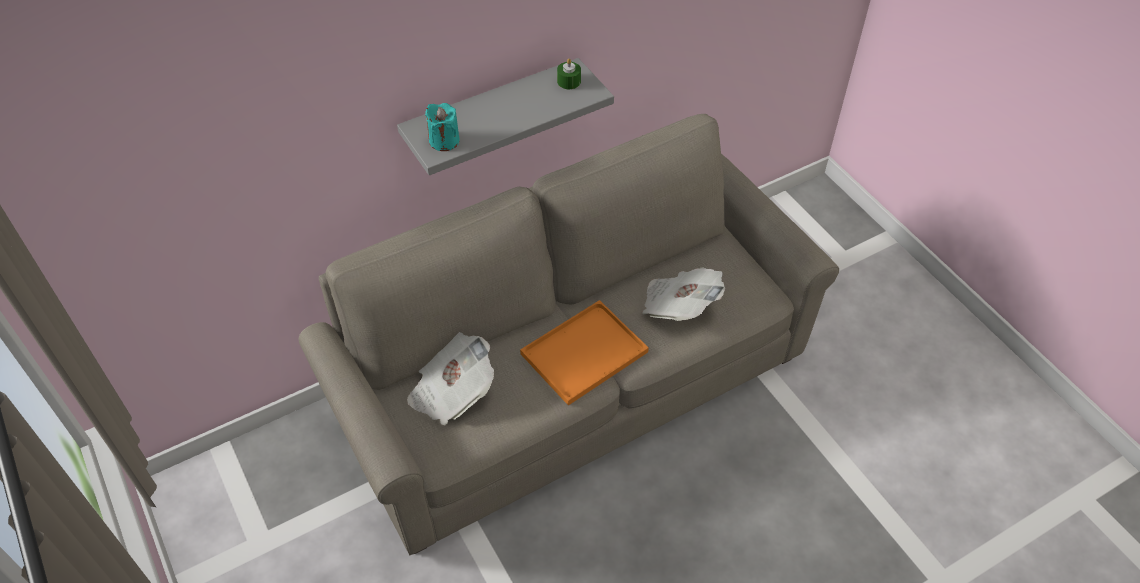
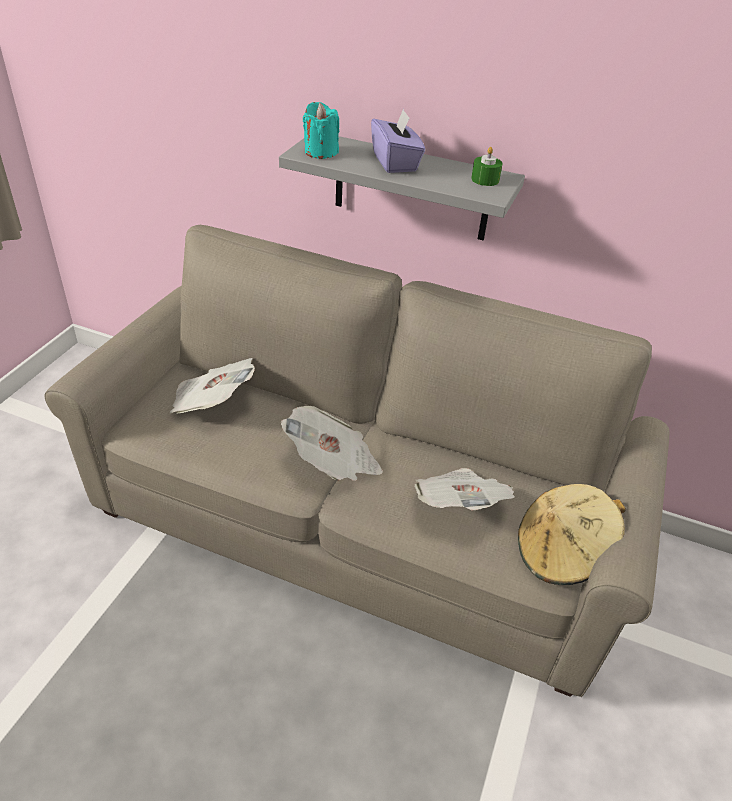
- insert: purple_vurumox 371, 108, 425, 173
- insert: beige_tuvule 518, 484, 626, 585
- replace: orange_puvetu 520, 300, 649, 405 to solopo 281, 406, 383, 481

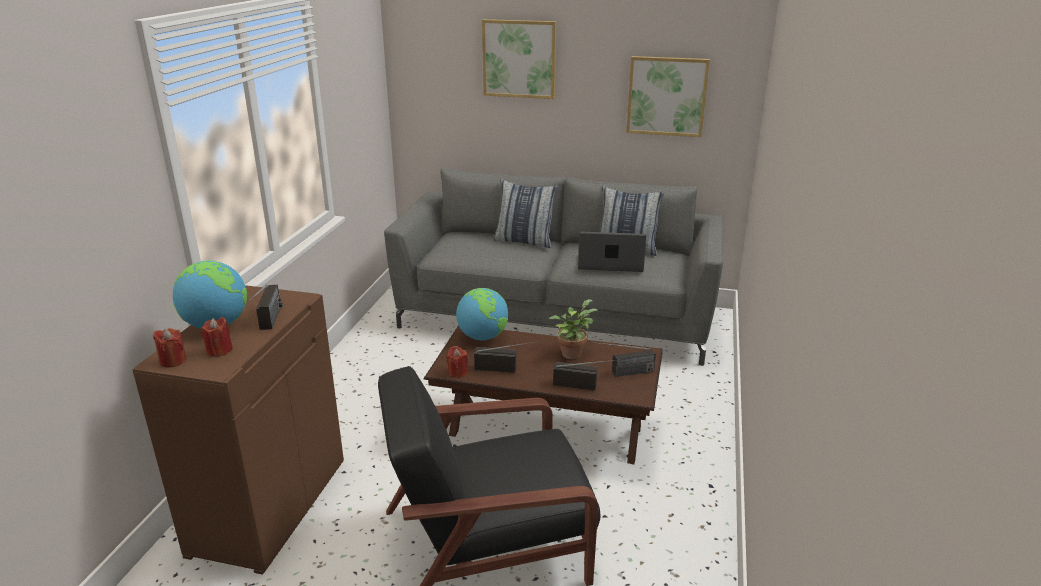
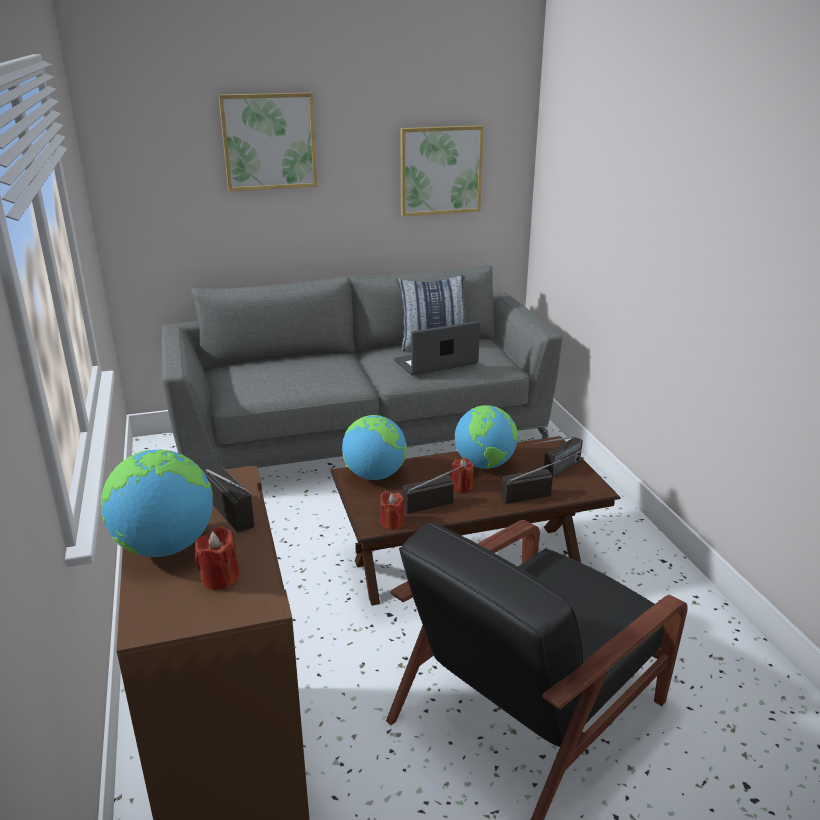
- delete: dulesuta 494, 179, 558, 248
- move: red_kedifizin 153, 328, 187, 367 to 451, 458, 474, 493
- replace: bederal 549, 299, 598, 359 to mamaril 455, 405, 518, 469

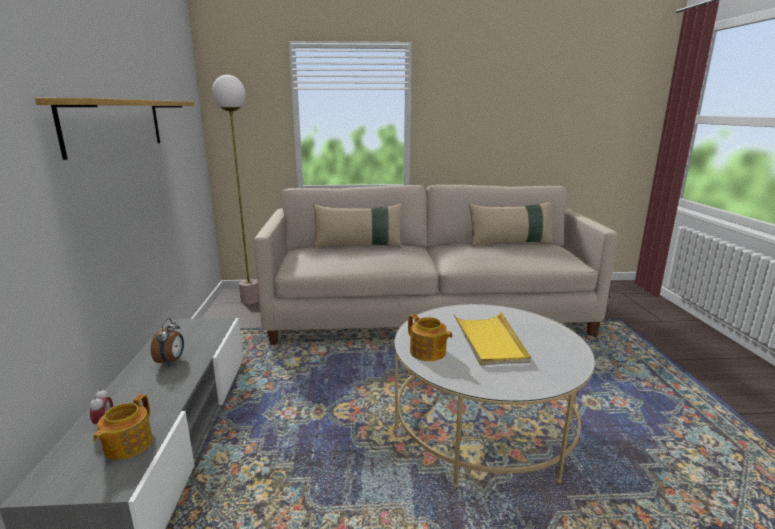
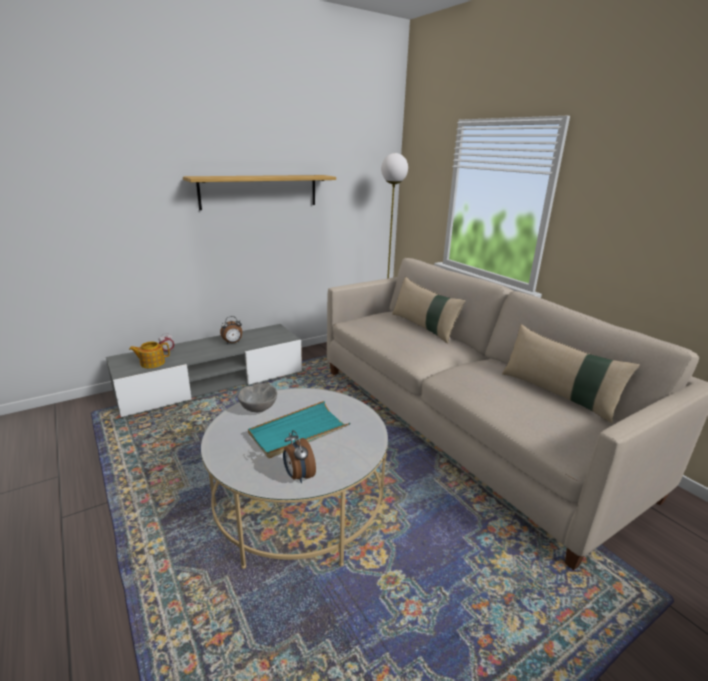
- insert: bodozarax 283, 430, 316, 483
- replace: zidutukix 408, 314, 453, 361 to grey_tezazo 238, 383, 277, 412
- recolor: yellow_puvetu 454, 312, 531, 366 to turquoise_puvetu 248, 401, 350, 458

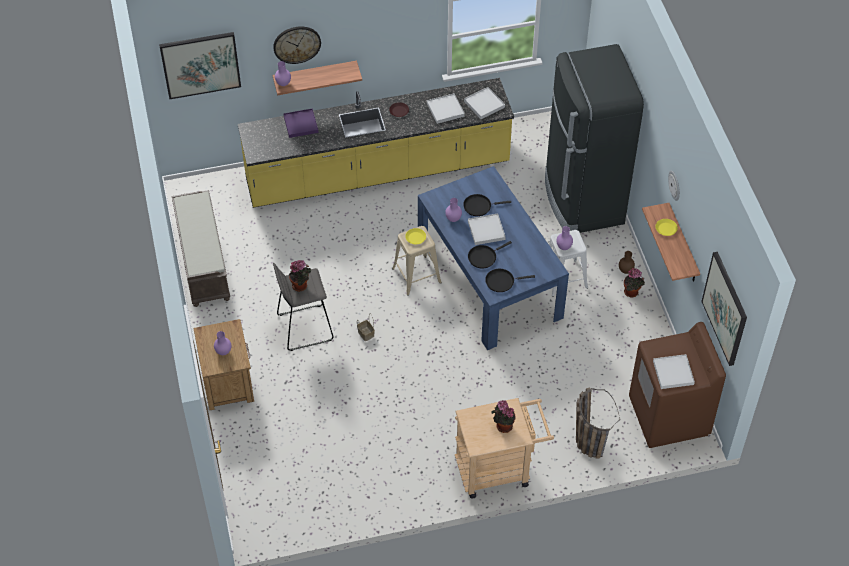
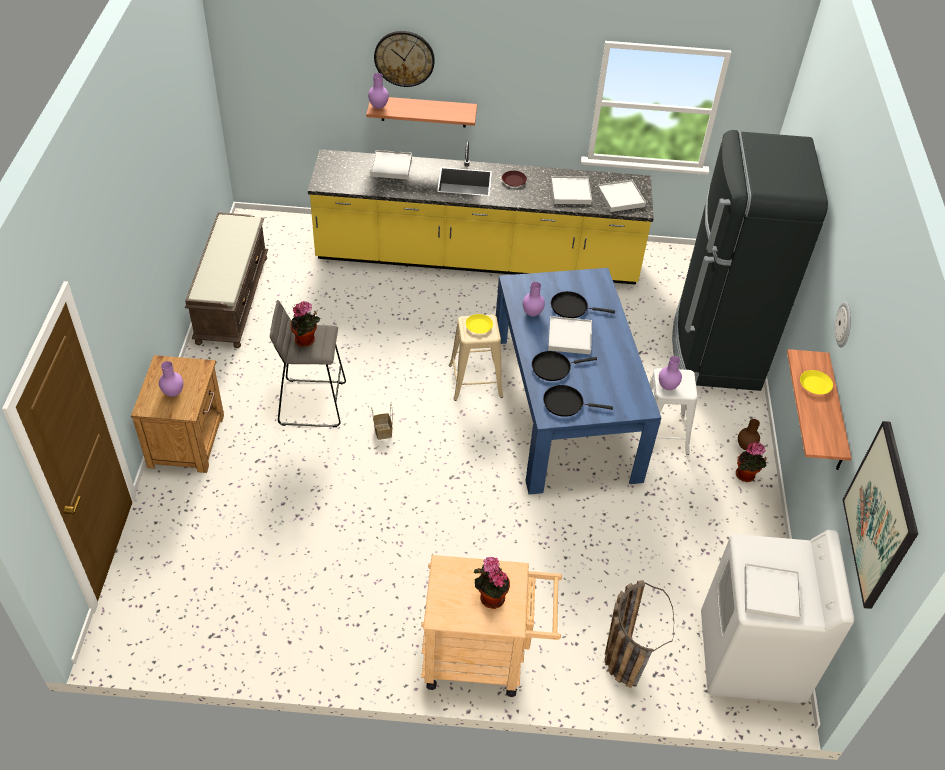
- delete: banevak 159, 32, 241, 99
- recolor: purple_puvetu 284, 108, 319, 138 to white_puvetu 371, 150, 412, 180
- recolor: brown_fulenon 629, 322, 726, 448 to white_fulenon 701, 530, 855, 703

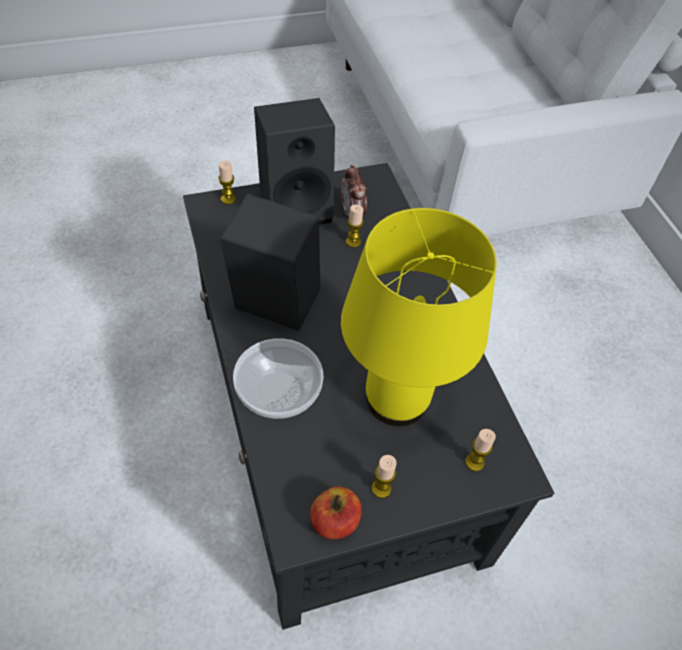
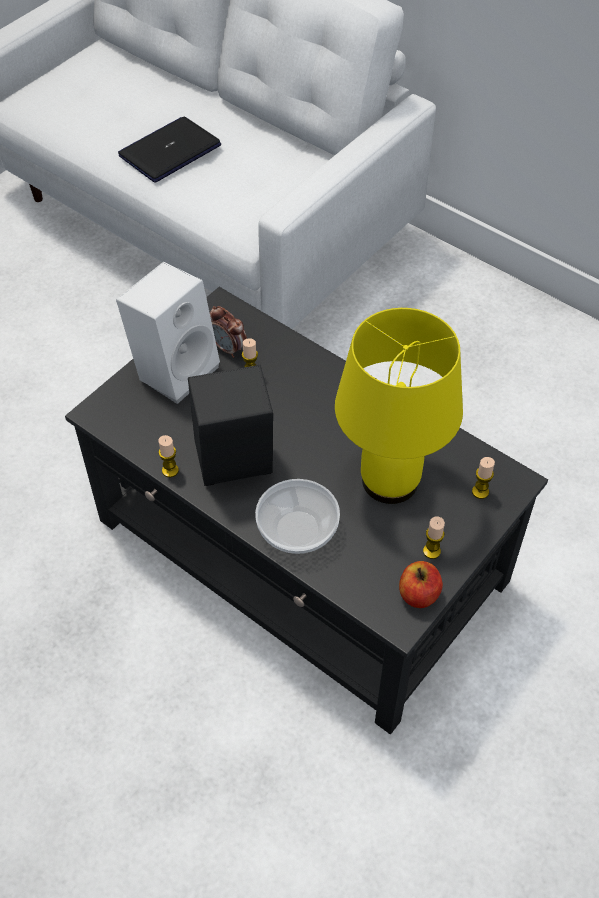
- insert: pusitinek 118, 117, 221, 183
- move: kedifizin 218, 161, 236, 204 to 158, 435, 179, 477
- recolor: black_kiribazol 254, 98, 335, 225 to white_kiribazol 116, 262, 220, 404

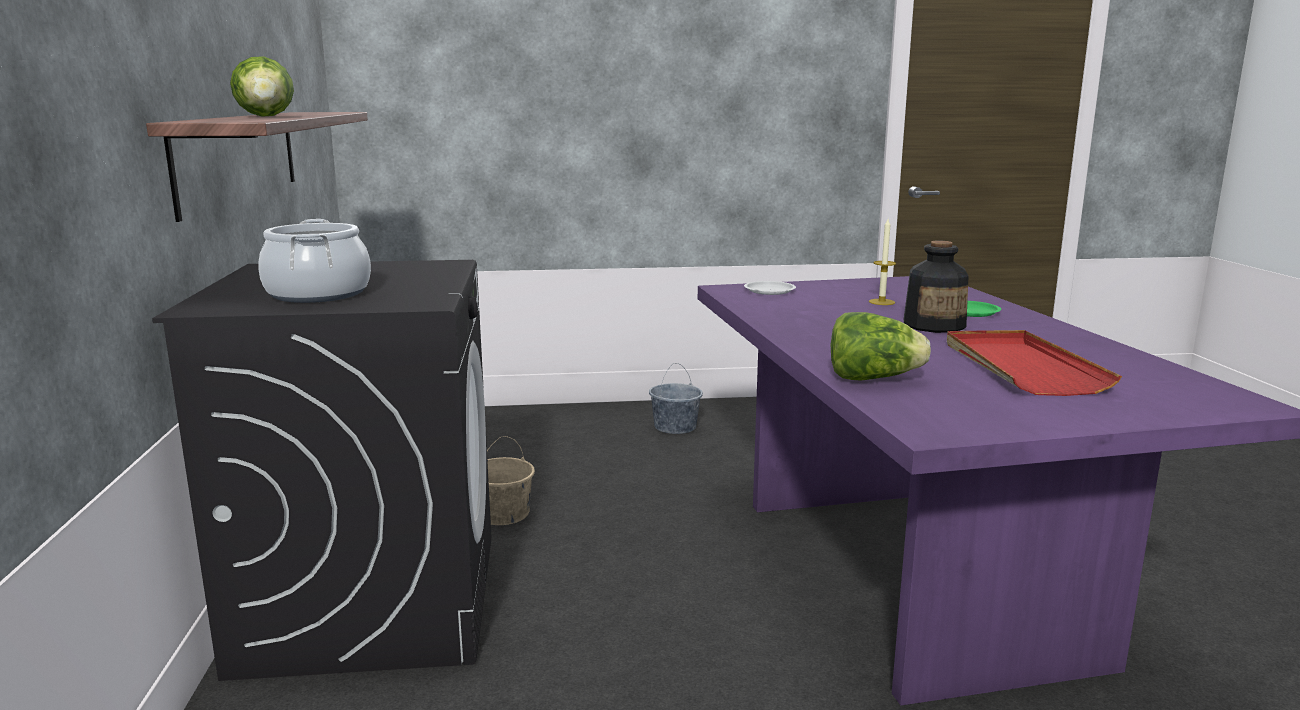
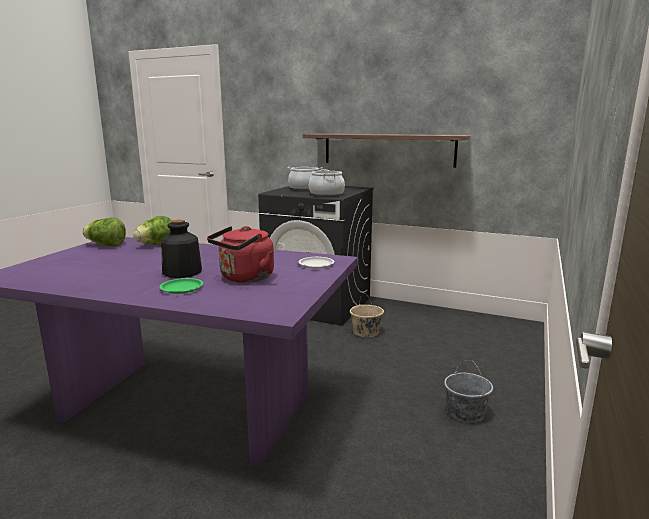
- delete: red_puvetu 947, 330, 1122, 396
- insert: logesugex 309, 169, 345, 197
- move: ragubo 230, 56, 294, 117 to 83, 218, 126, 246
- replace: kedifizin 869, 219, 896, 305 to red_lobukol 207, 226, 274, 283

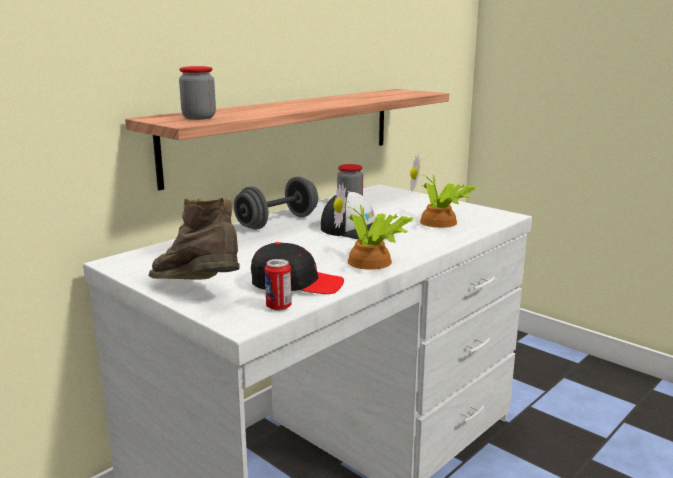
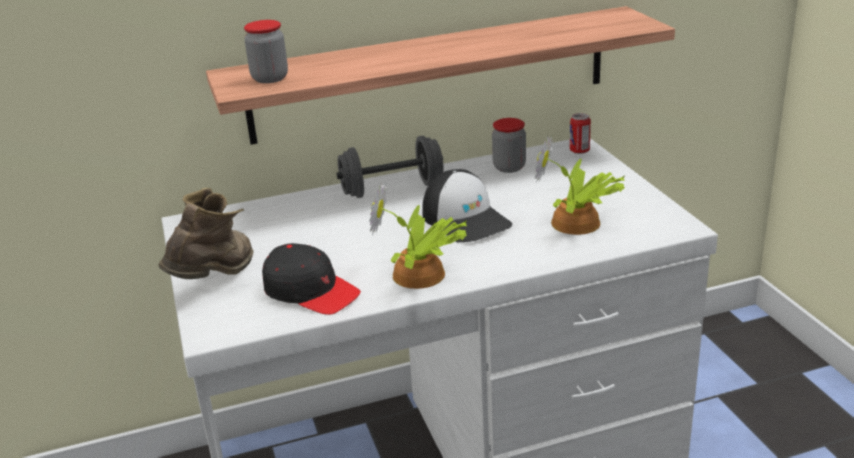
- move: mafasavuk 265, 259, 292, 311 to 570, 113, 591, 154
- rotate: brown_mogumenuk 148, 197, 240, 280 = 159, 188, 253, 279 45 degrees clockwise

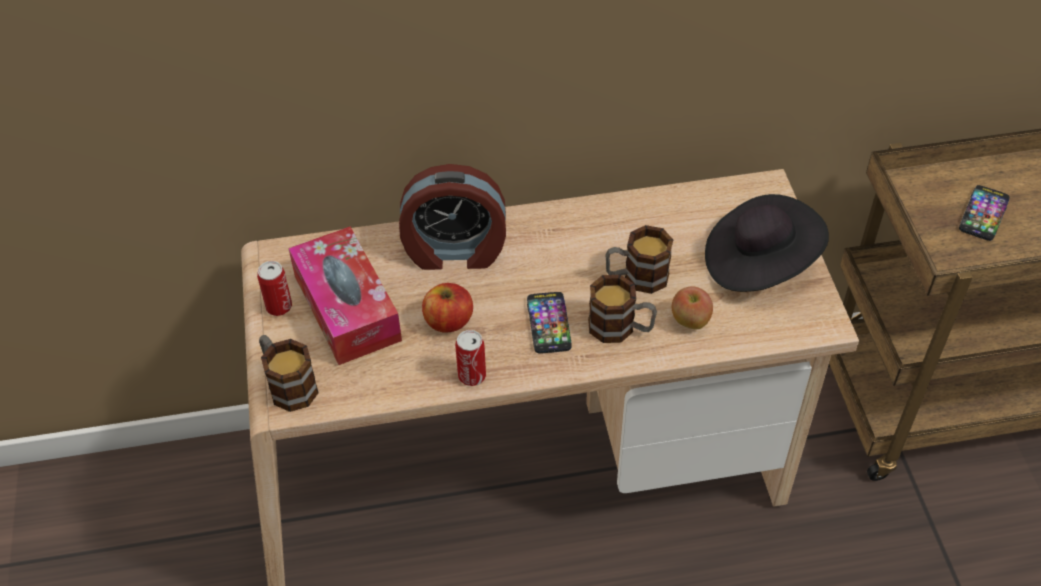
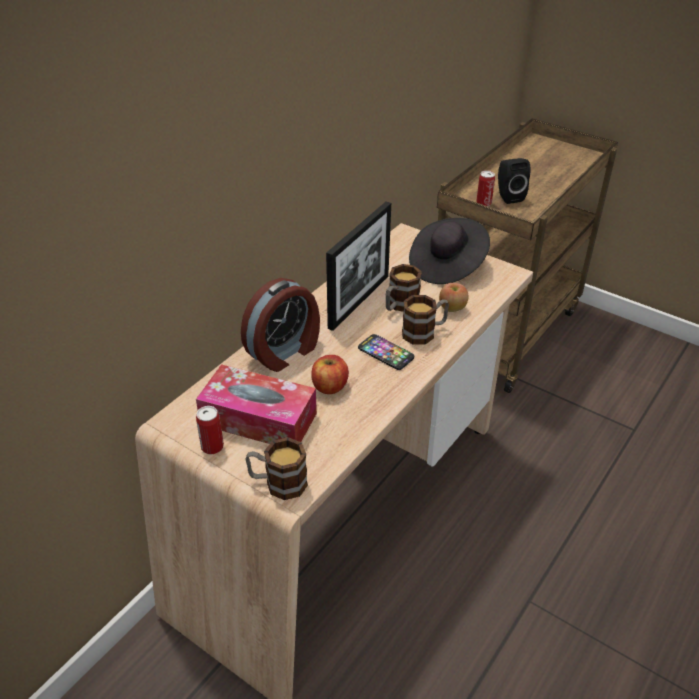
- insert: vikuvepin 326, 202, 391, 331
- move: mafasavuk 455, 330, 486, 386 to 476, 171, 495, 206
- replace: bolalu 959, 185, 1010, 241 to black_kiribazol 498, 158, 530, 204

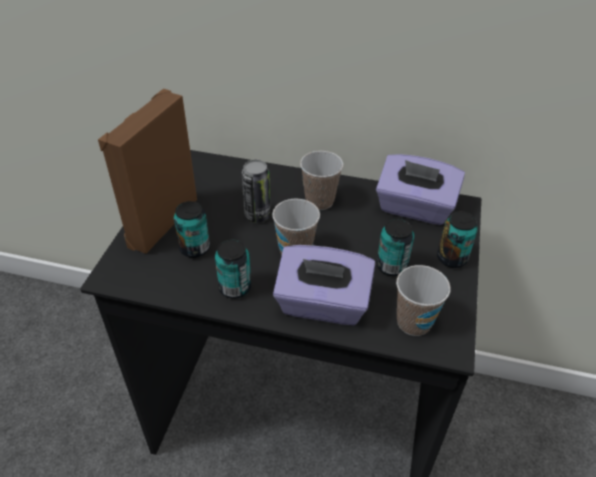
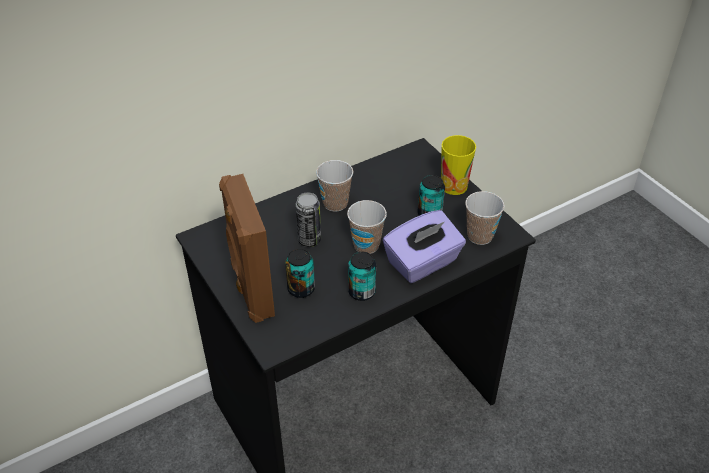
- delete: purple_vurumox 376, 154, 465, 225
- replace: mafasavuk 437, 211, 478, 268 to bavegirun 441, 135, 476, 195

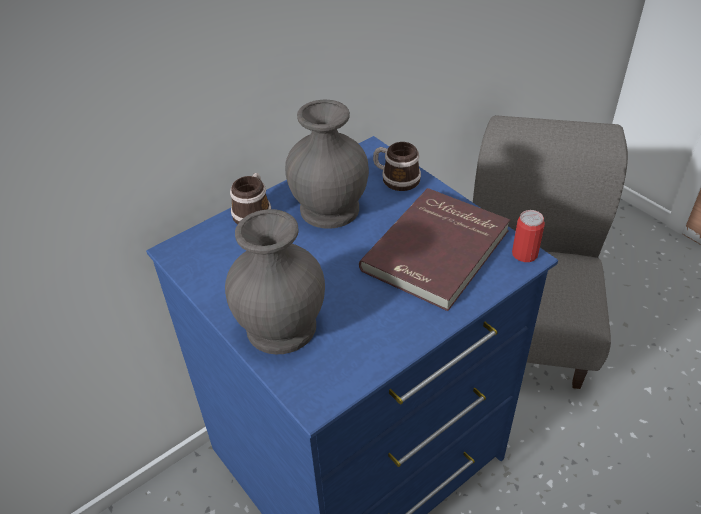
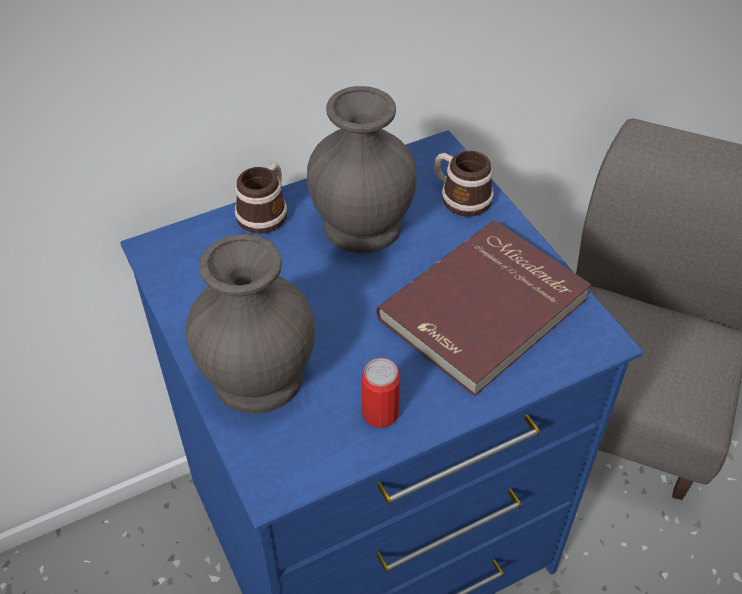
- move: mafasavuk 512, 210, 545, 262 to 362, 358, 400, 428

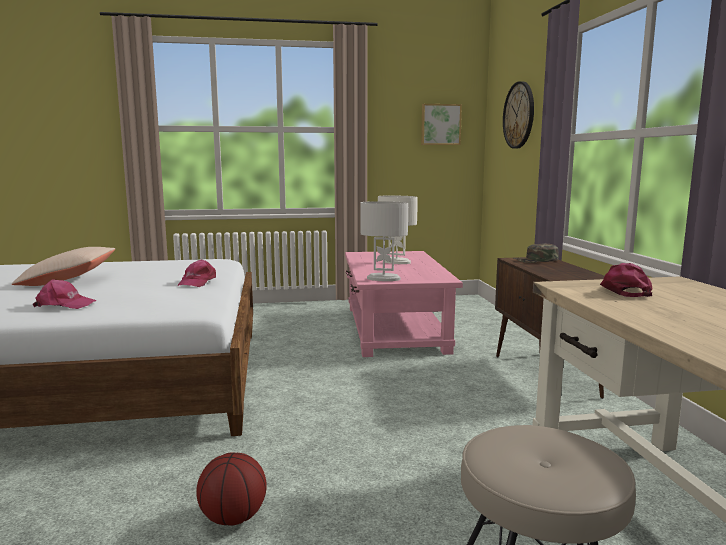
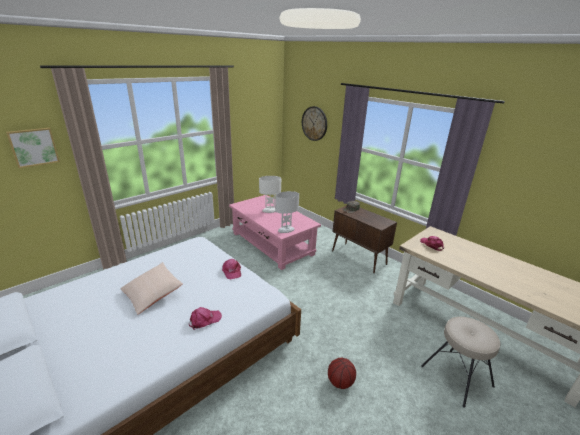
- move: banevak 421, 104, 462, 145 to 6, 128, 60, 168

